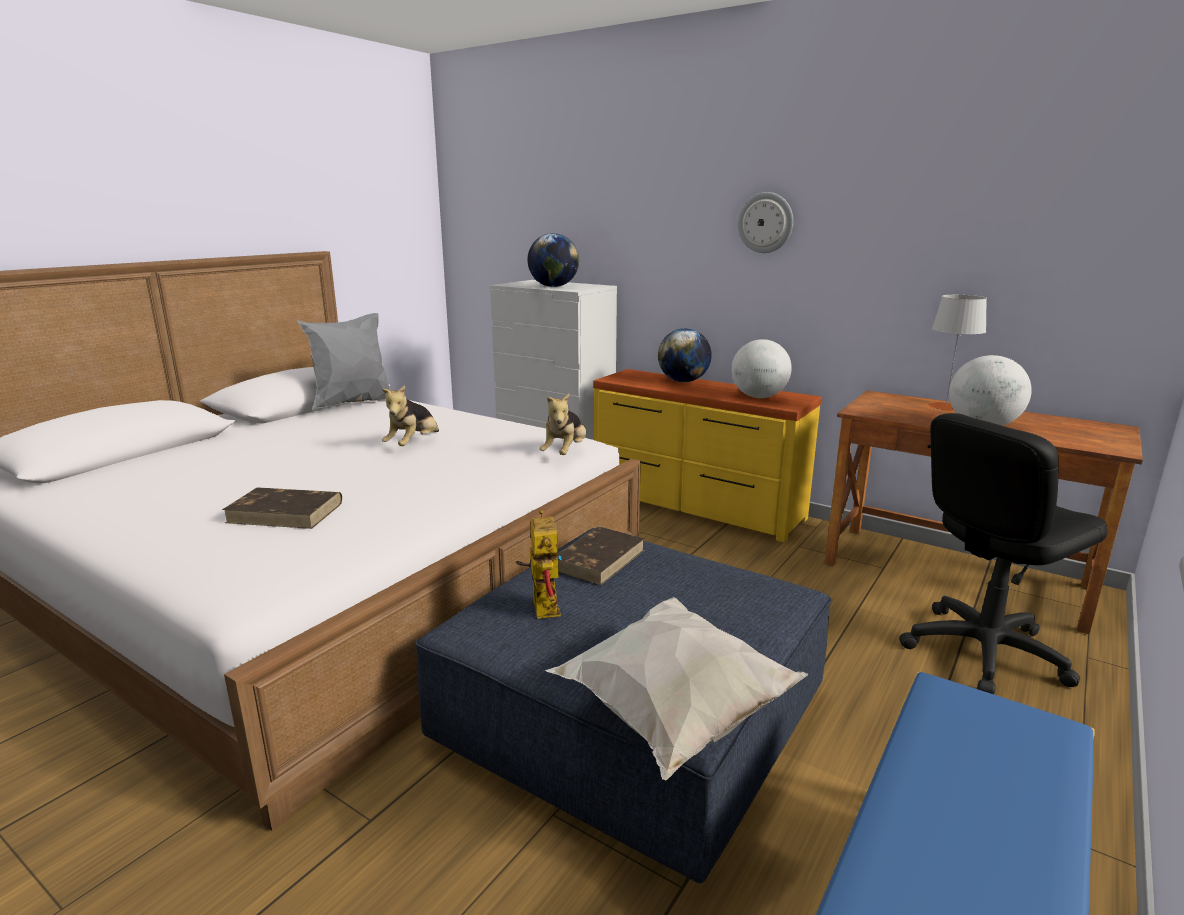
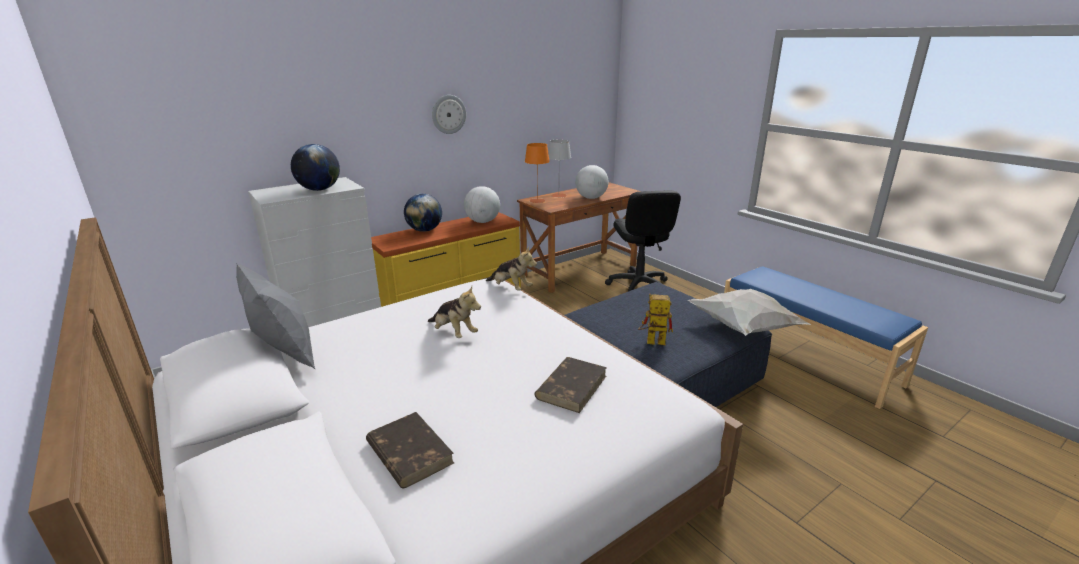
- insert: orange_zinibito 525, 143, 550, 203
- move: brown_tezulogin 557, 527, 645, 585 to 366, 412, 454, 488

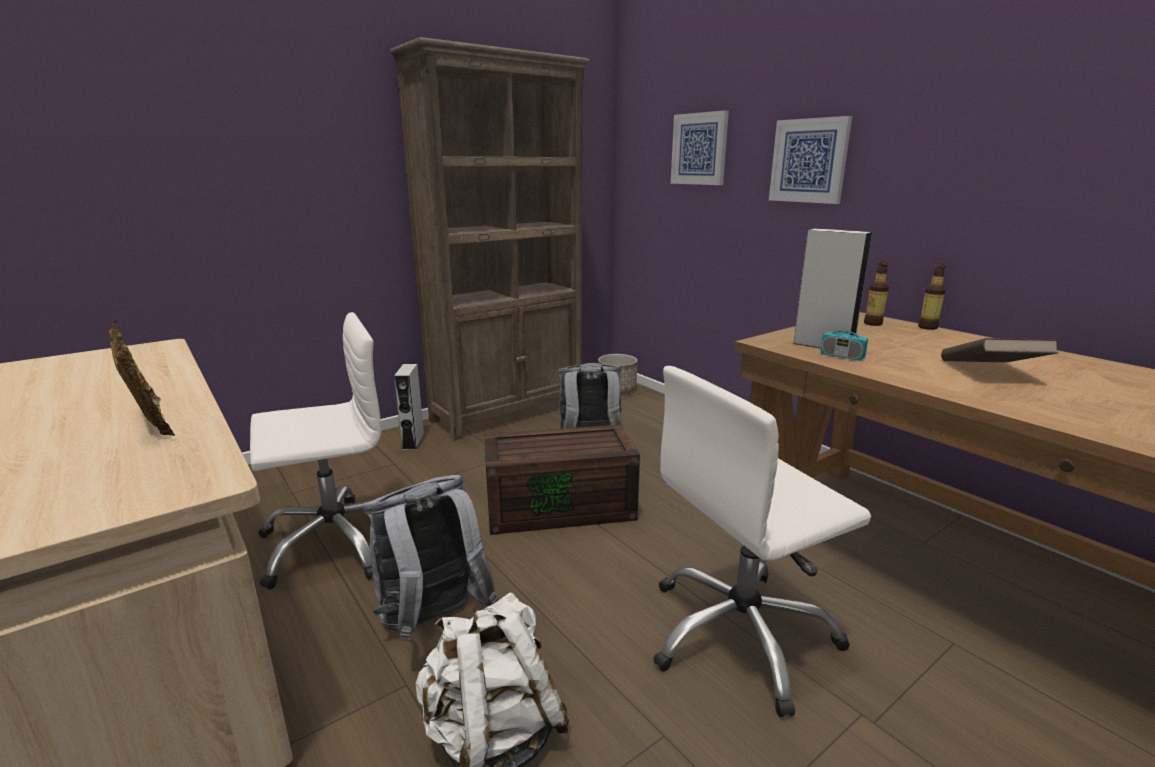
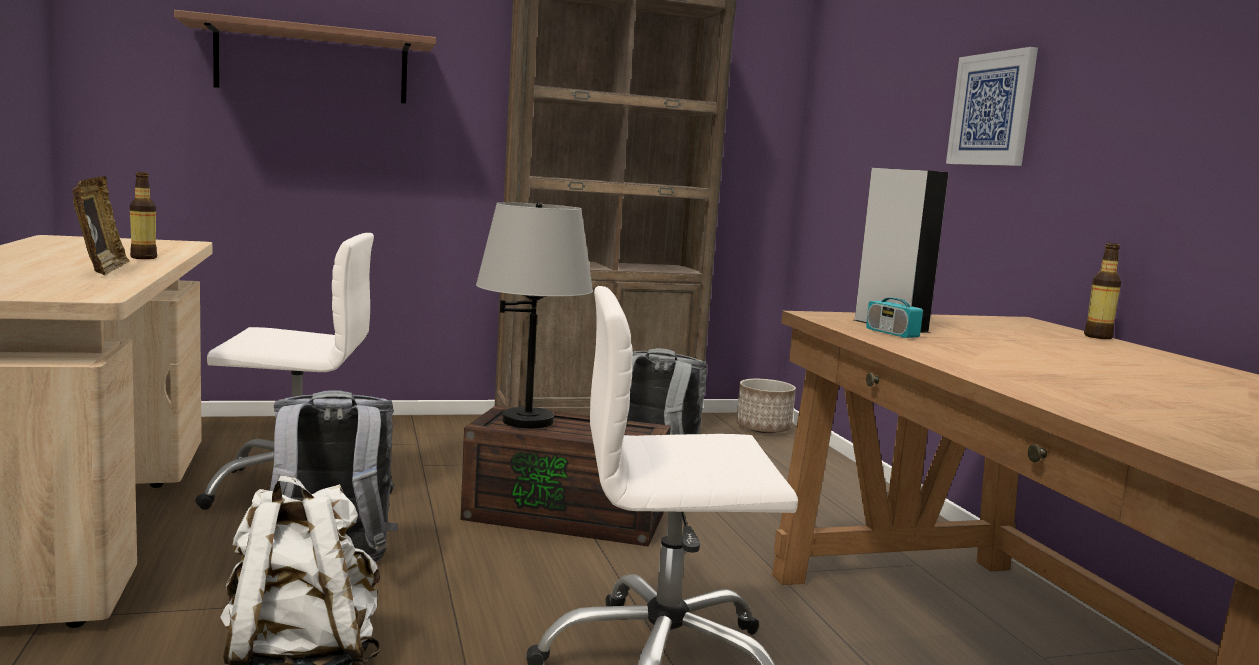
- delete: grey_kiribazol 394, 364, 424, 450
- delete: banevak 671, 110, 729, 185
- delete: brown_tezulogin 941, 338, 1059, 363
- insert: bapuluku 174, 10, 436, 104
- insert: grey_zinibito 476, 202, 593, 429
- move: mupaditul 864, 261, 889, 326 to 130, 172, 157, 259

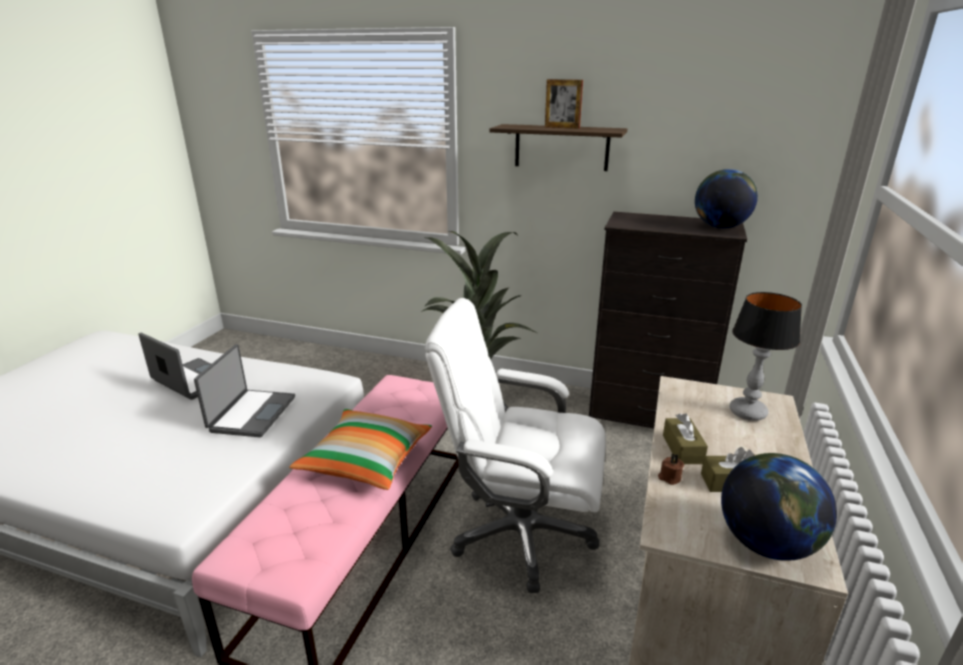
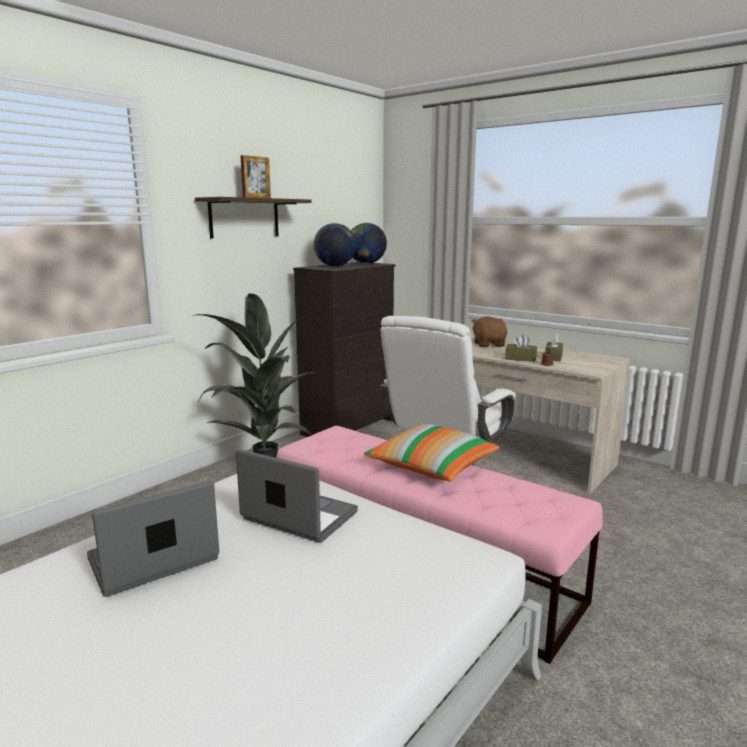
- move: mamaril 721, 453, 837, 561 to 314, 223, 356, 266
- replace: zinibito 729, 292, 802, 421 to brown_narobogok 471, 316, 507, 347

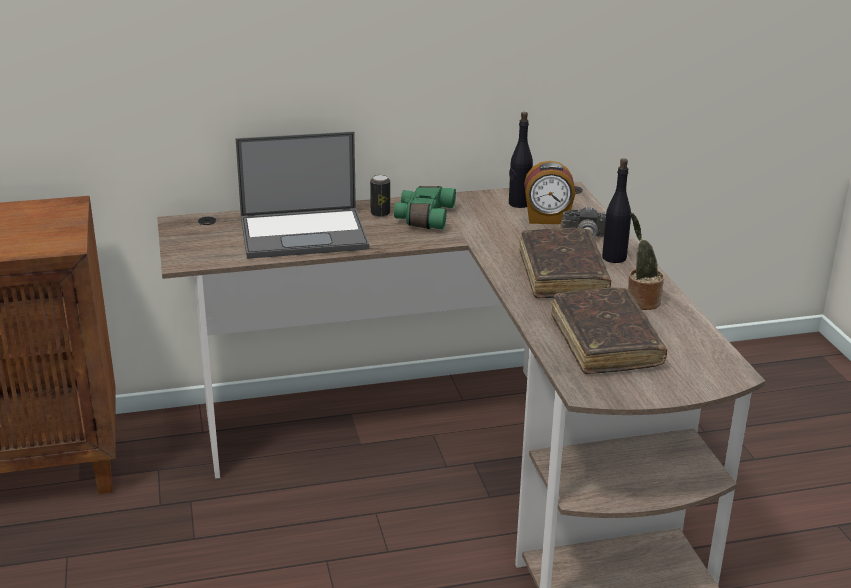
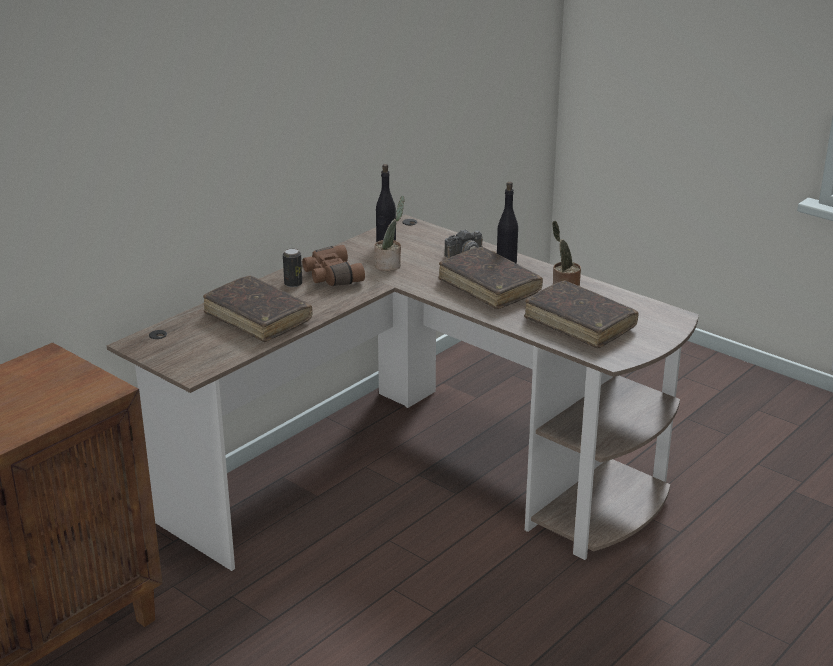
- delete: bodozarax 524, 161, 575, 224
- insert: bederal 374, 196, 404, 271
- replace: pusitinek 236, 131, 369, 259 to brown_tezulogin 203, 276, 312, 342
- recolor: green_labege 394, 186, 456, 229 to brown_labege 302, 245, 365, 286

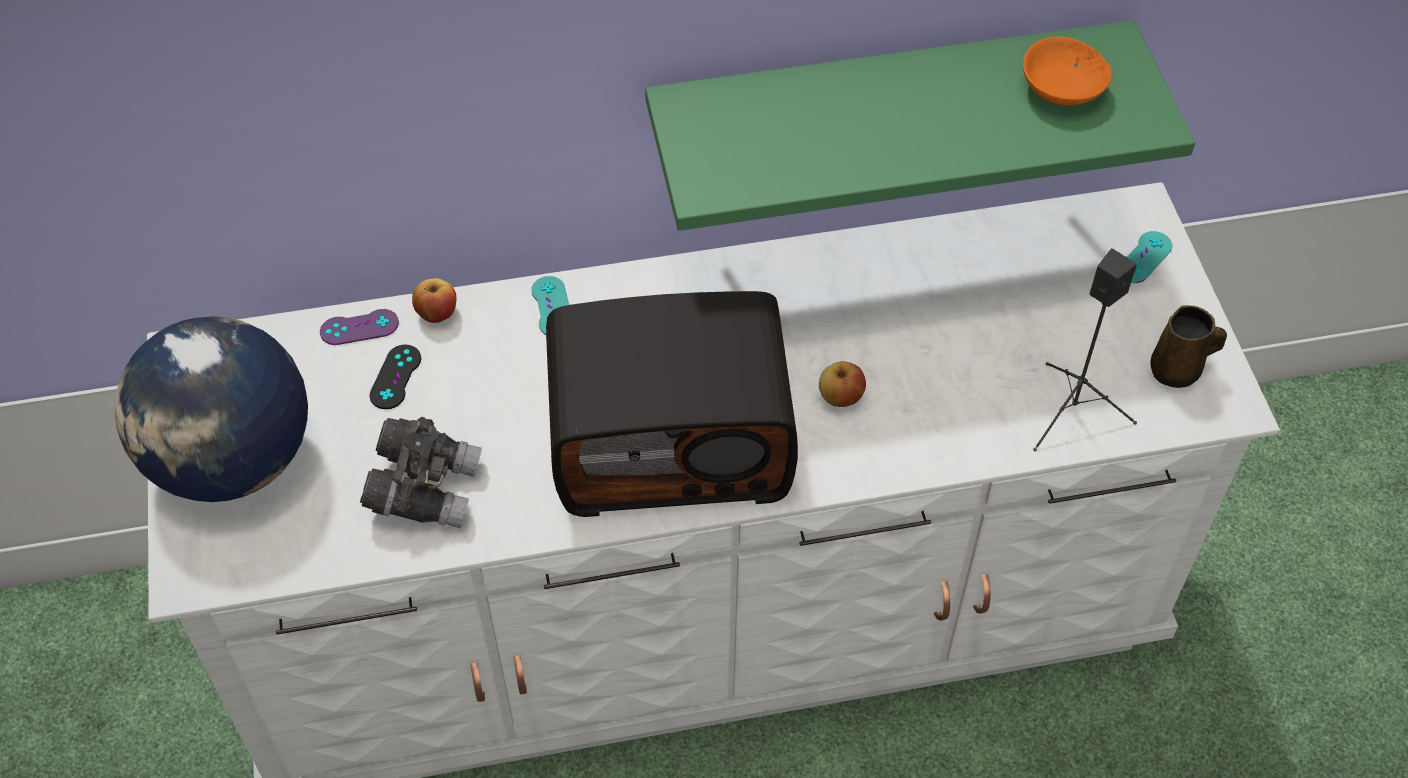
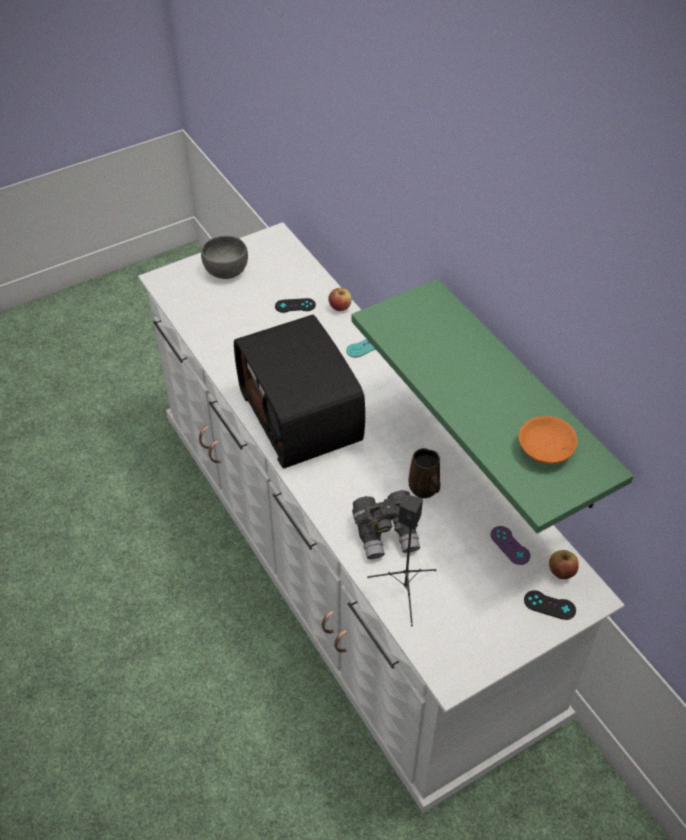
- move: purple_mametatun 320, 309, 399, 345 to 490, 526, 530, 565
- move: grey_labege 360, 417, 482, 528 to 352, 490, 420, 559
- move: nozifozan 819, 361, 866, 407 to 549, 550, 579, 579
- move: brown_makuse 1150, 305, 1227, 388 to 408, 448, 440, 498
- replace: mamaril 115, 316, 308, 502 to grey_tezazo 201, 236, 248, 279
- recolor: turquoise_mametatun 1126, 231, 1172, 283 to black_mametatun 524, 590, 576, 620

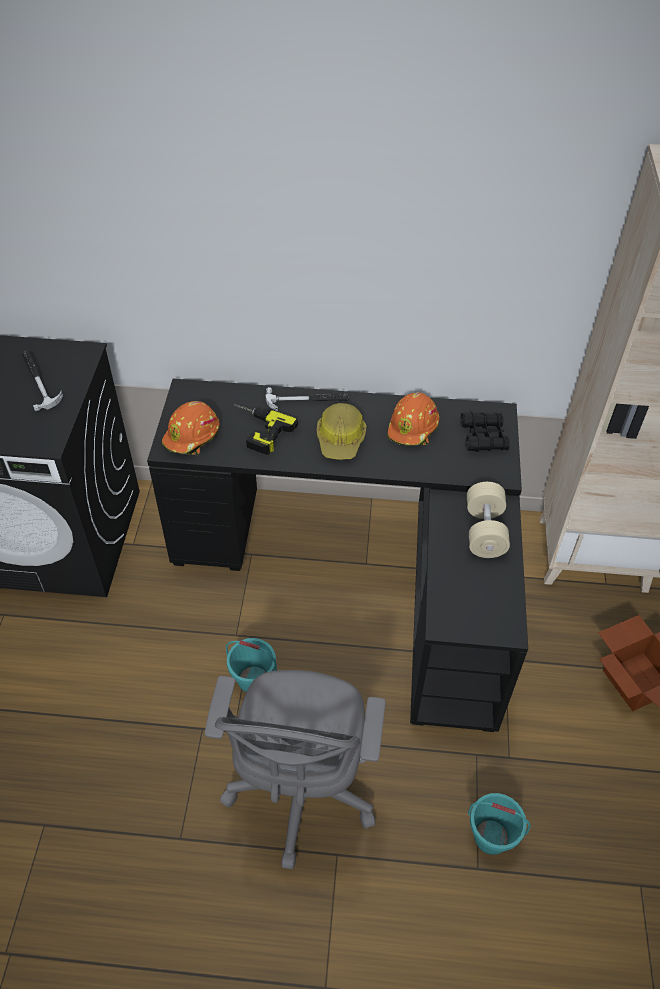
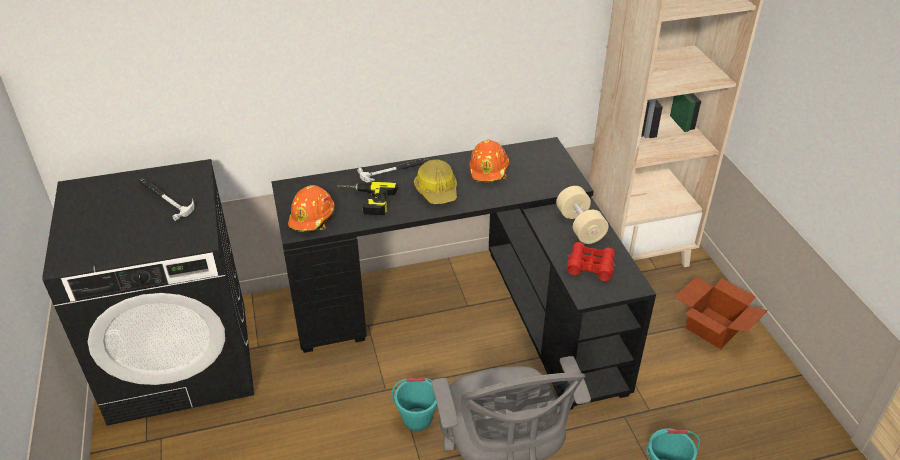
- delete: black_labege 460, 412, 510, 452
- insert: red_labege 567, 242, 616, 281

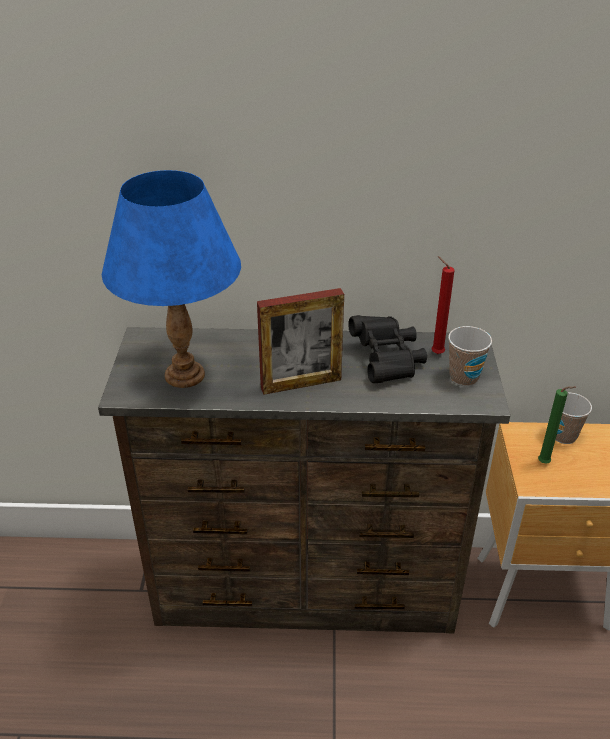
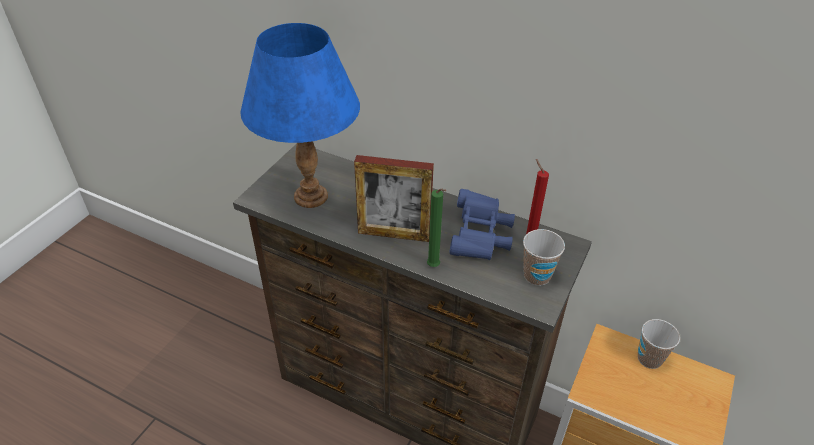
- move: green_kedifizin 538, 386, 576, 463 to 427, 189, 446, 267
- recolor: black_labege 348, 315, 427, 383 to blue_labege 450, 189, 515, 260

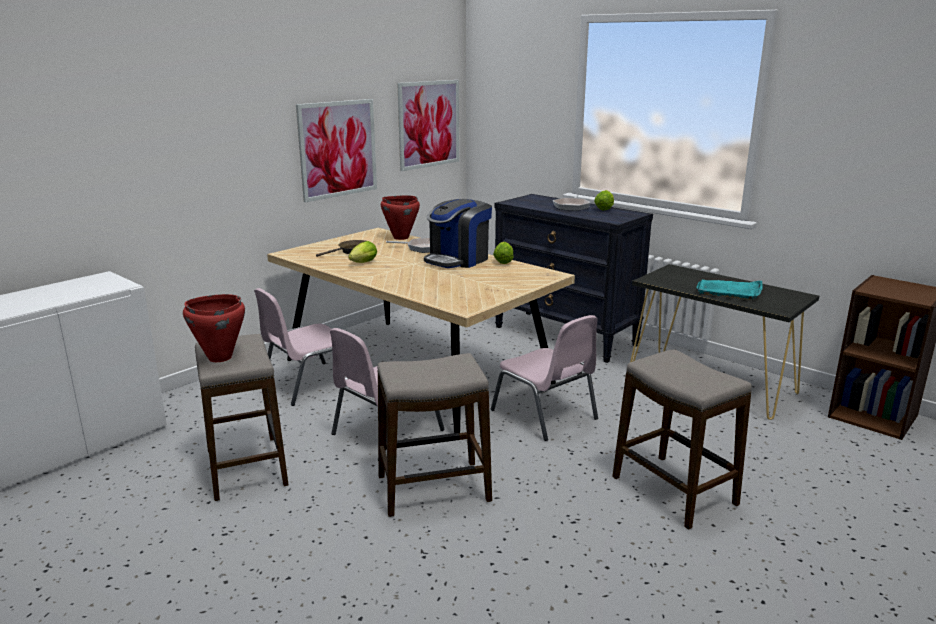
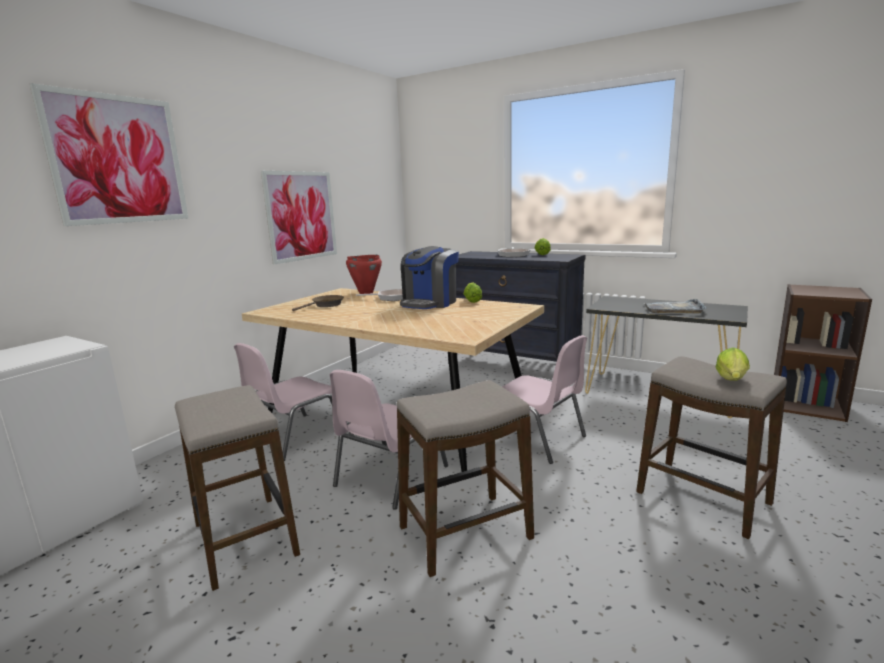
- delete: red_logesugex 183, 294, 245, 362
- move: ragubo 348, 241, 377, 263 to 716, 347, 750, 381
- move: banevak 397, 80, 459, 171 to 30, 83, 188, 226
- recolor: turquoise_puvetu 696, 280, 763, 300 to grey_puvetu 644, 299, 707, 313

